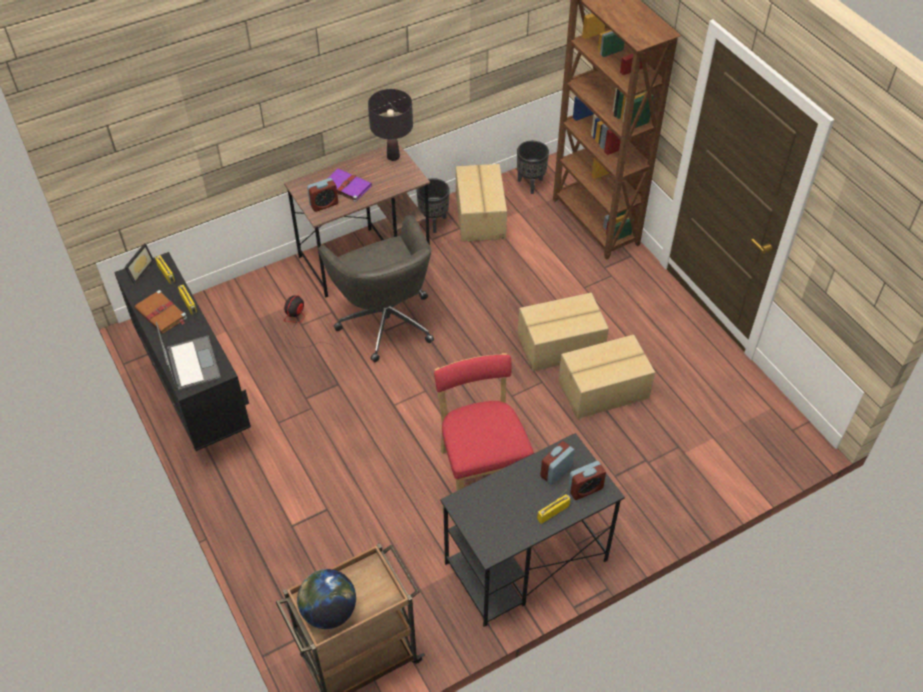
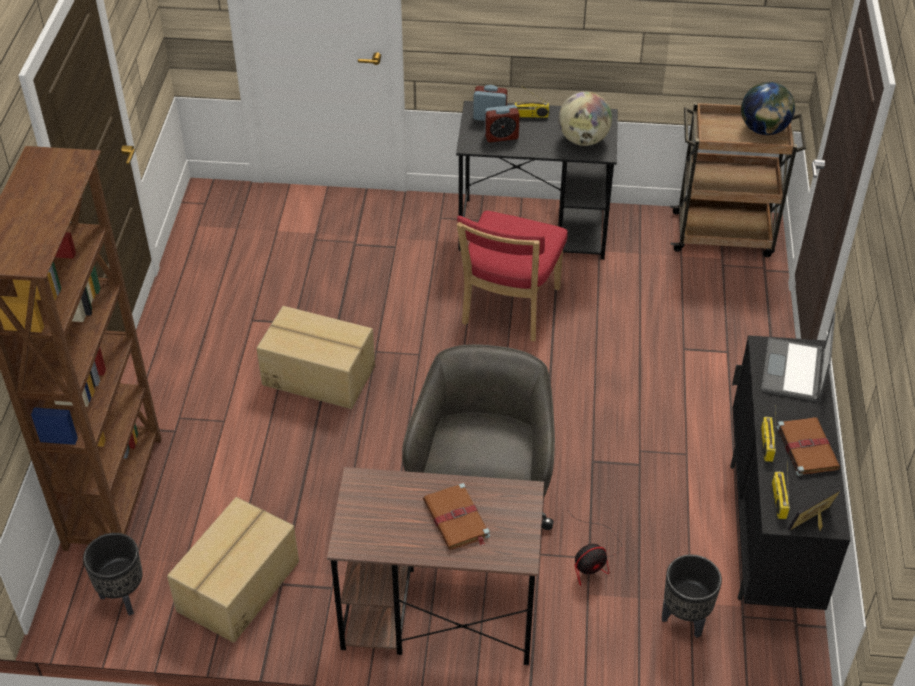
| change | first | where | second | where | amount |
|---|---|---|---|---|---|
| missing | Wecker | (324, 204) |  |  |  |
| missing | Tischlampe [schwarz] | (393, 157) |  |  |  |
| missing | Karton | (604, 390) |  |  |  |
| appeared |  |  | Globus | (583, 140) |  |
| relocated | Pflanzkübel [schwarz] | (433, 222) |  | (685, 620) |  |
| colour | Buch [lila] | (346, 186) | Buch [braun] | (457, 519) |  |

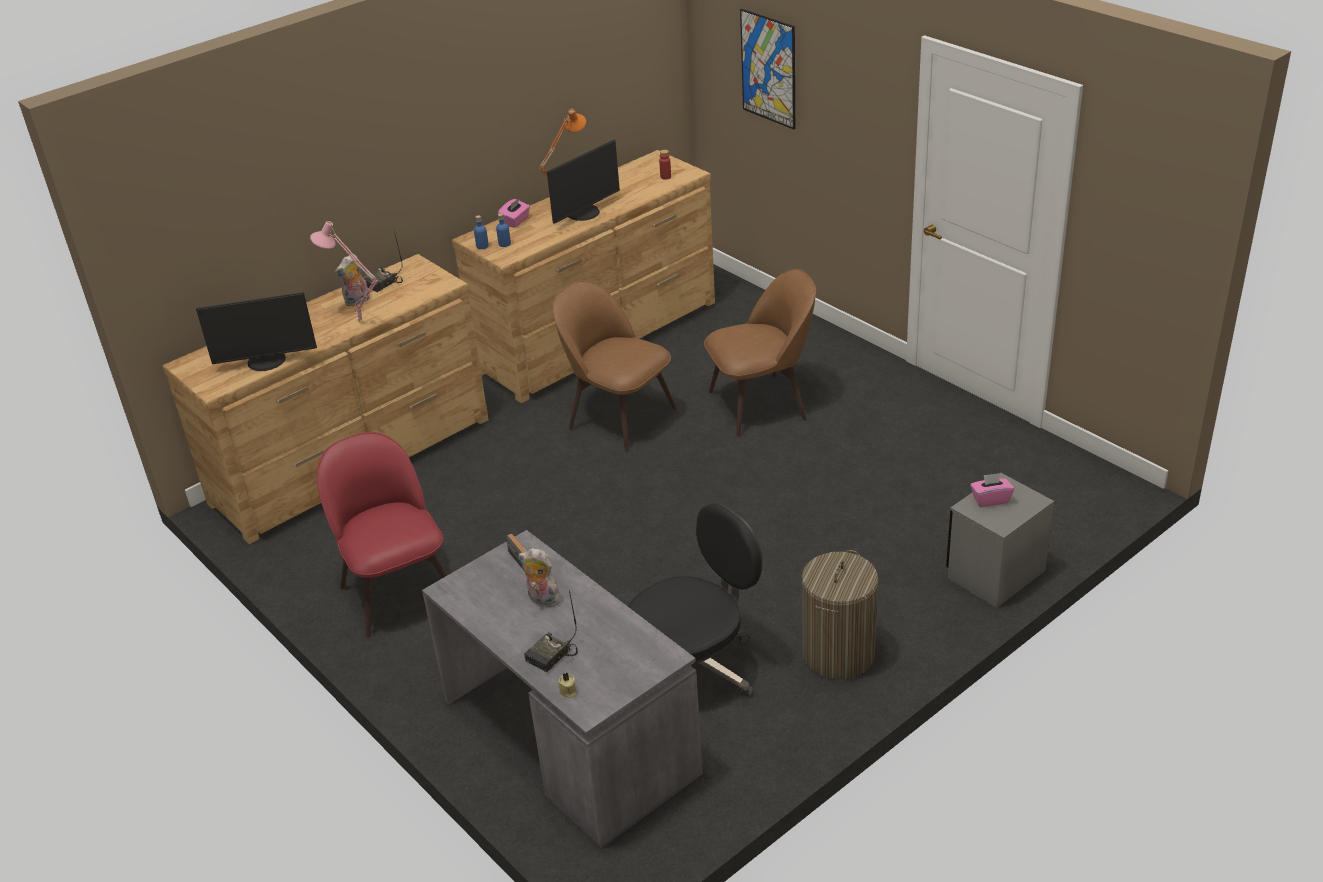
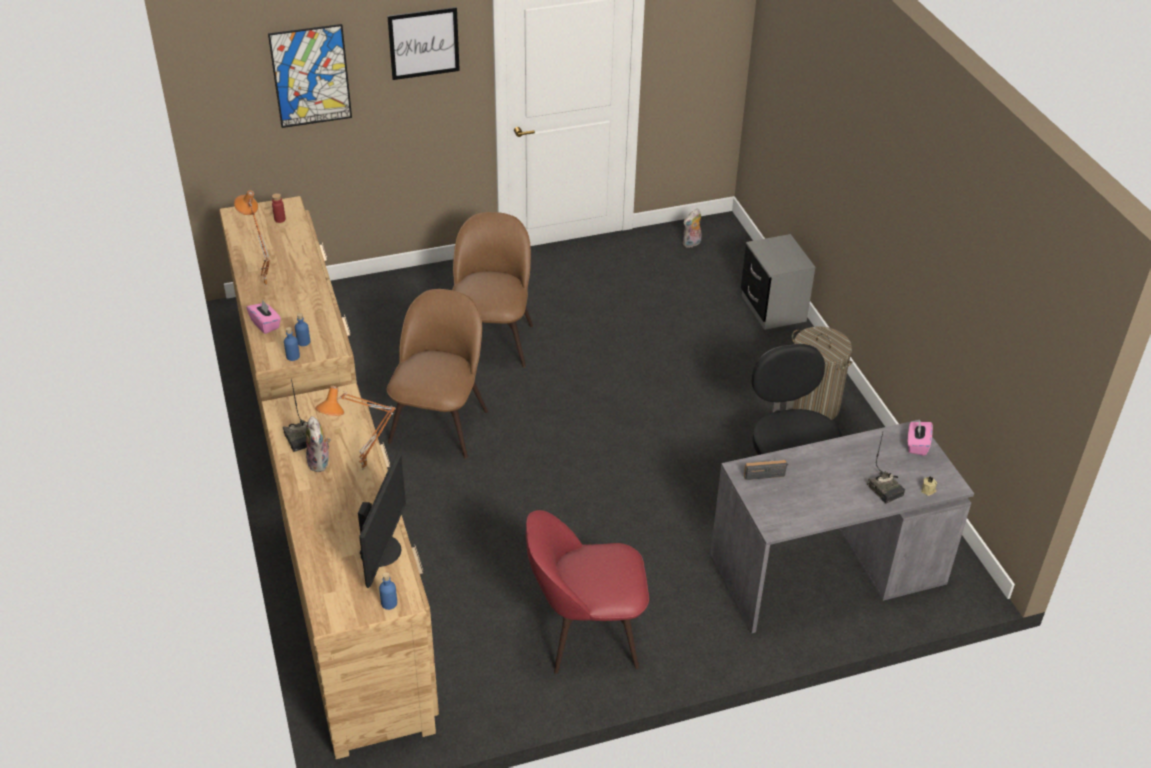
| change | first | where | second | where | amount |
|---|---|---|---|---|---|
| missing | Monitor | (584, 213) |  |  |  |
| appeared |  |  | Flasche [blau] | (389, 603) |  |
| appeared |  |  | Bild | (424, 43) |  |
| relocated | Plüschtier | (541, 600) |  | (691, 244) |  |
| relocated | Taschentuchbox [rosa] | (990, 499) |  | (917, 445) |  |
| colour | Tischlampe [rosa] | (358, 323) | Tischlampe [orange] | (364, 470) |  |
| spun | Stuhl [braun] | (618, 417) |  | (440, 423) | 135 degrees clockwise |

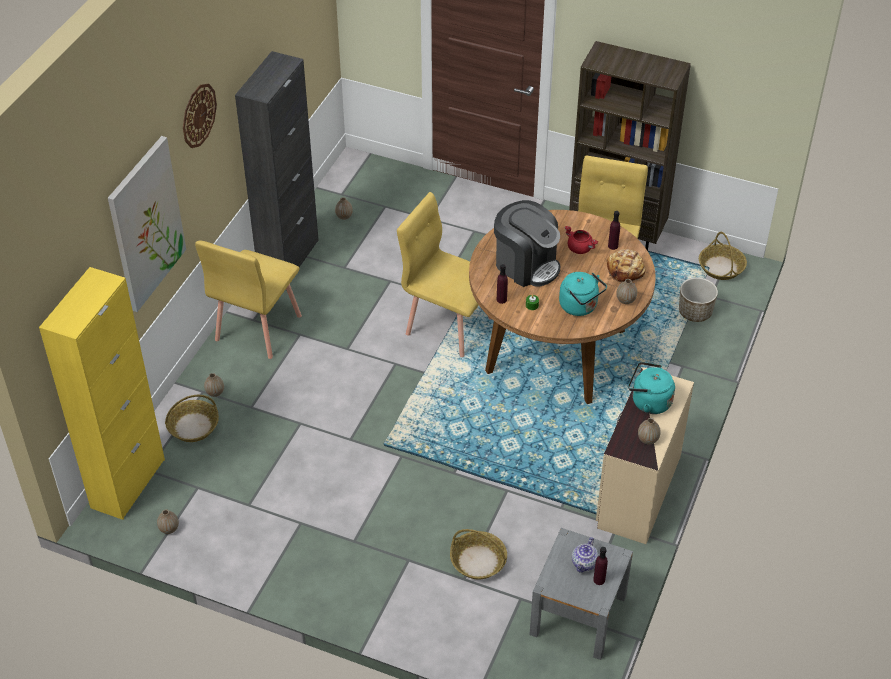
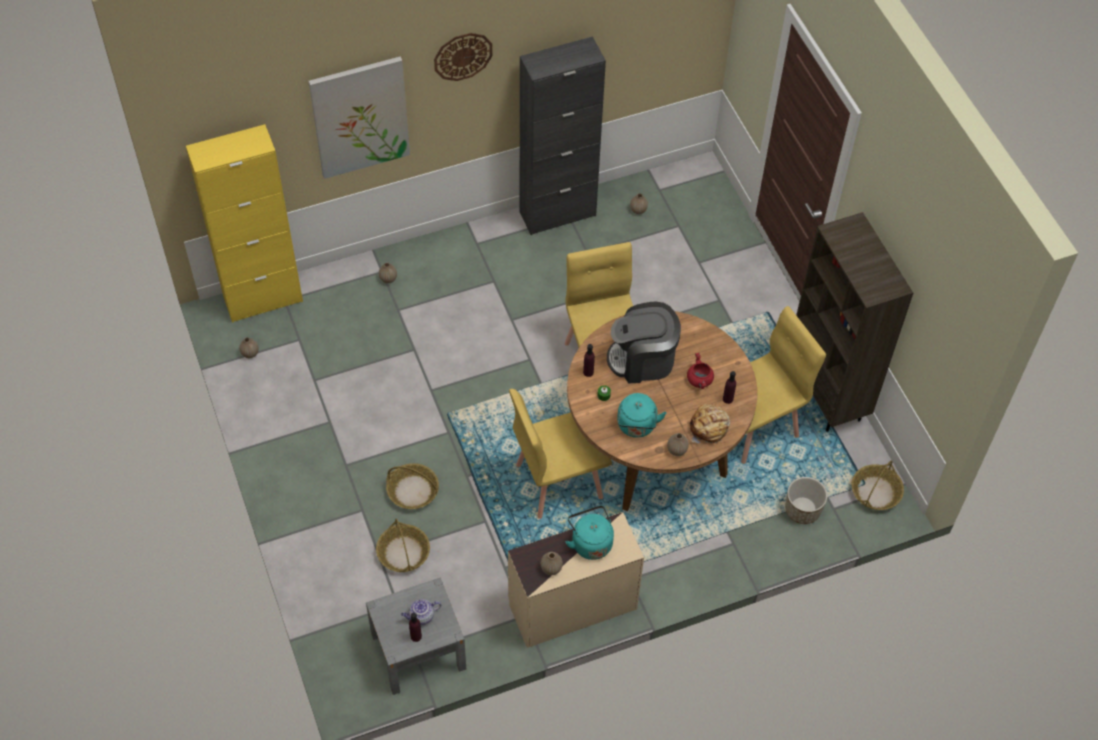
| change | first | where | second | where | amount |
|---|---|---|---|---|---|
| relocated | Korb | (193, 427) |  | (412, 491) |  |
| relocated | Stuhl [gelb] | (257, 328) |  | (558, 481) |  |
| spun | Kaffeemaschine | (526, 265) |  | (642, 360) | 90 degrees clockwise |

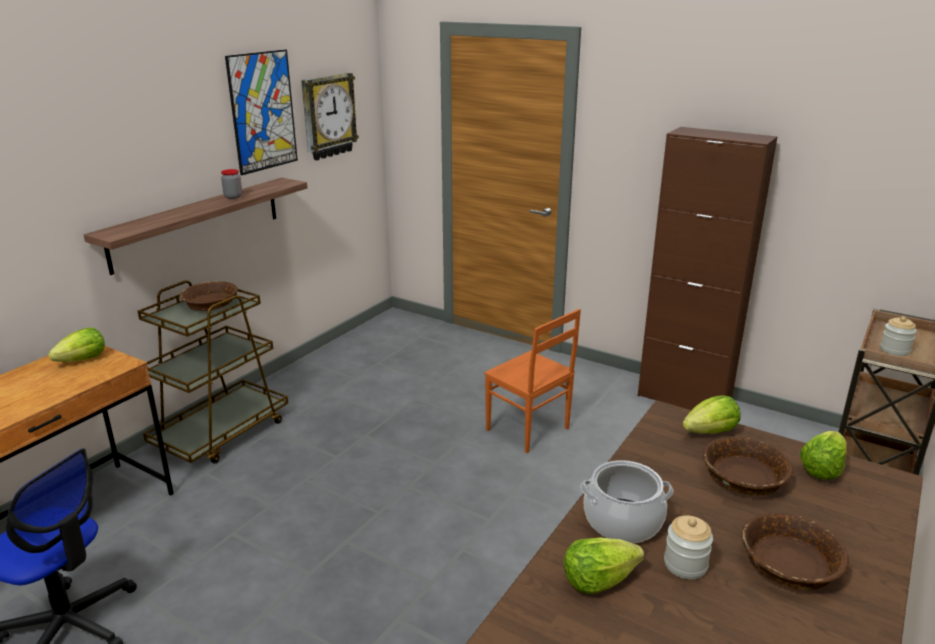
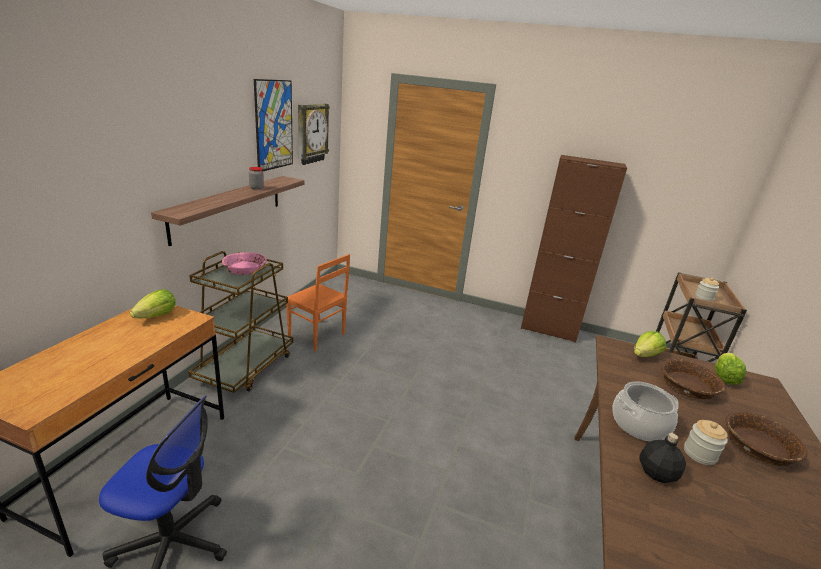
| change | first | where | second | where | amount |
|---|---|---|---|---|---|
| relocated | Stuhl [orange] | (527, 430) |  | (316, 336) |  |
| exchanged | Salatkopf | (597, 580) | Flasche [schwarz] | (656, 473) |  |
| colour | Schüssel [braun] | (211, 305) | Schüssel [rosa] | (245, 270) |  |

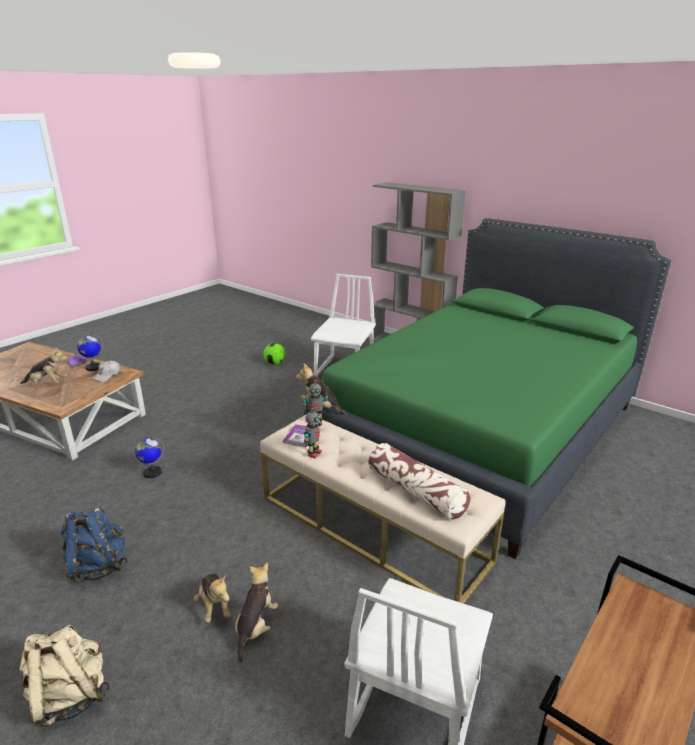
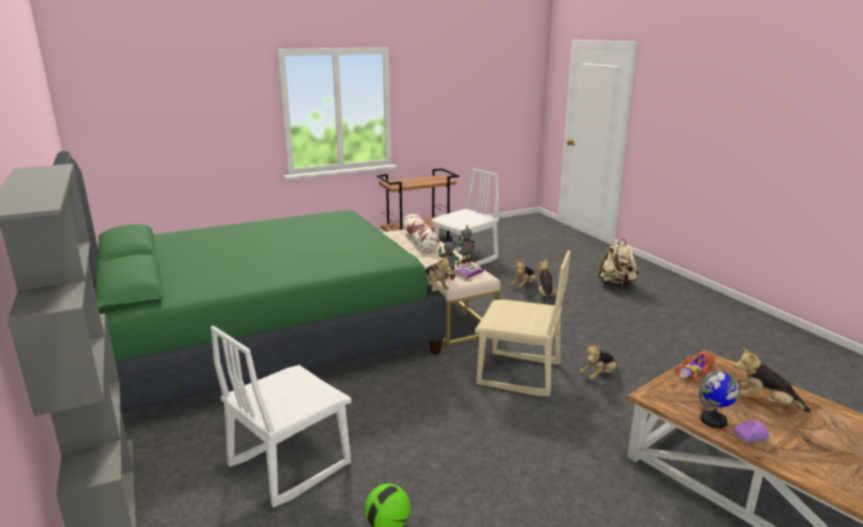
| change | first | where | second | where | amount |
|---|---|---|---|---|---|
| missing | Rucksack [blau] | (98, 566) |  |  |  |
| missing | Kappe [weiß] | (107, 375) |  |  |  |
| appeared |  |  | Stuhl [beige] | (519, 375) |  |
| appeared |  |  | Spielzeugauto | (694, 372) |  |
| exchanged | Globus | (152, 473) | Plüschtier | (599, 375) |  |

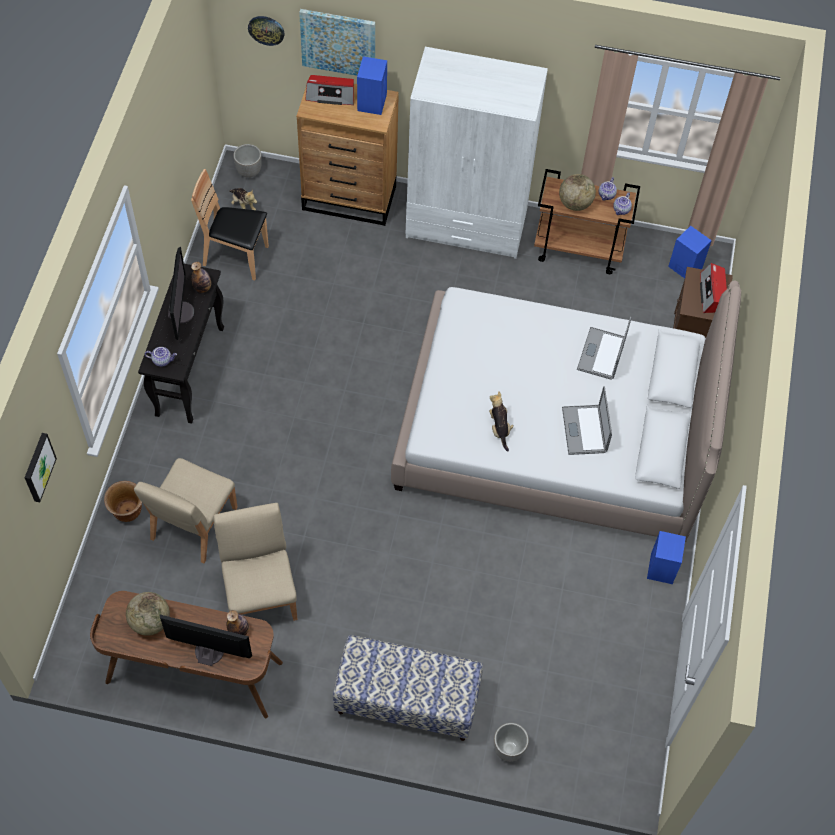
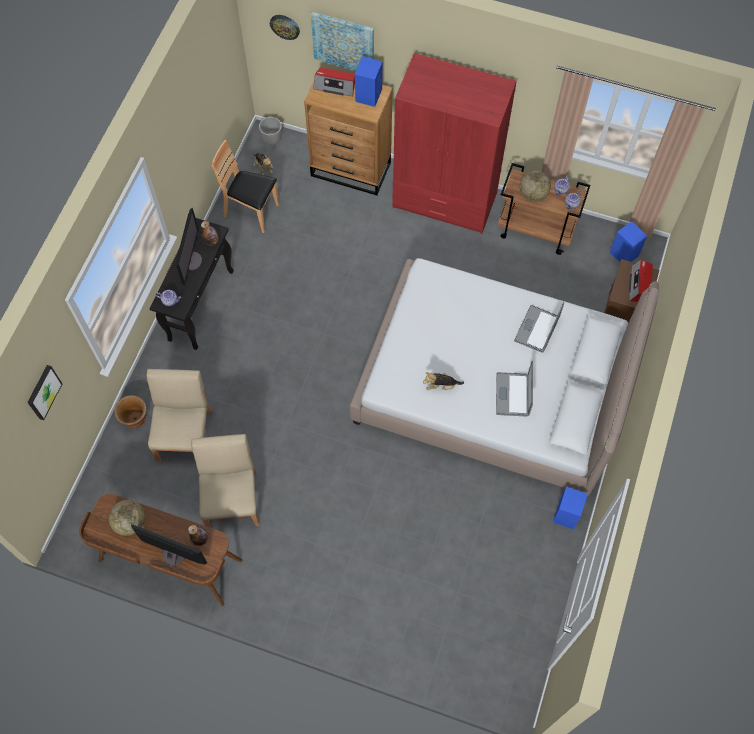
| change | first | where | second | where | amount |
|---|---|---|---|---|---|
| missing | Bank | (406, 701) |  |  |  |
| missing | Pflanzkübel | (508, 749) |  |  |  |
| colour | Kleiderschrank [weiß] | (466, 225) | Kleiderschrank [rot] | (445, 201) |  |
| spun | Stuhl [beige] | (193, 524) |  | (186, 435) | 150 degrees clockwise |
| spun | Plüschtier | (499, 428) |  | (441, 385) | 90 degrees counterclockwise |

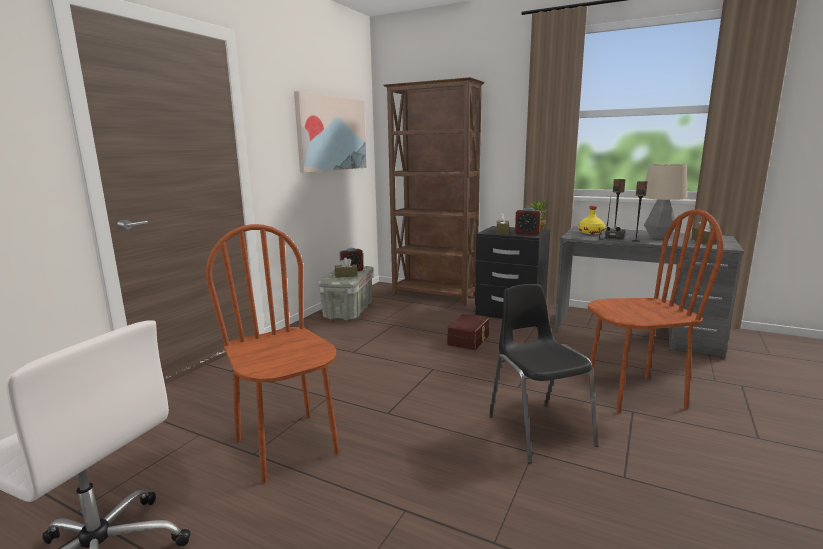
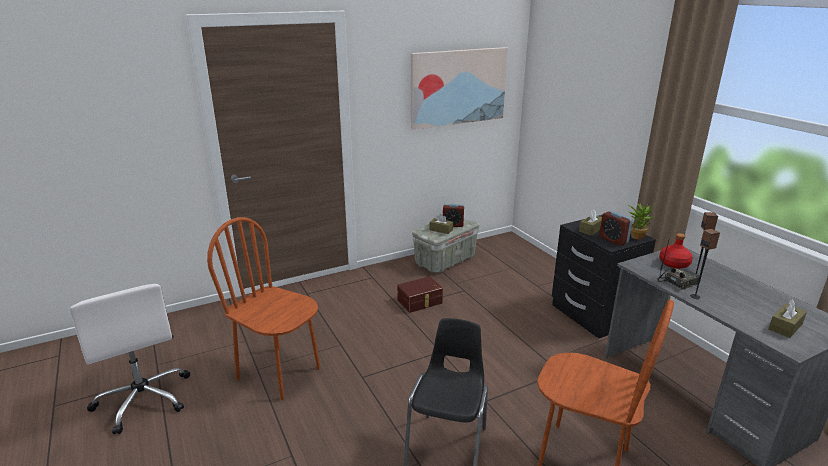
| change | first | where | second | where | amount |
|---|---|---|---|---|---|
| missing | Bücherregal [braun] | (434, 296) |  |  |  |
| missing | Tischlampe | (658, 237) |  |  |  |
| relocated | Aufbewahrungsbox [braun] | (469, 340) |  | (420, 302) |  |
| colour | Flasche [gelb] | (591, 232) | Flasche [rot] | (674, 264) |  |
| spun | Stuhl [braun] | (287, 446) |  | (279, 373) | 60 degrees counterclockwise |

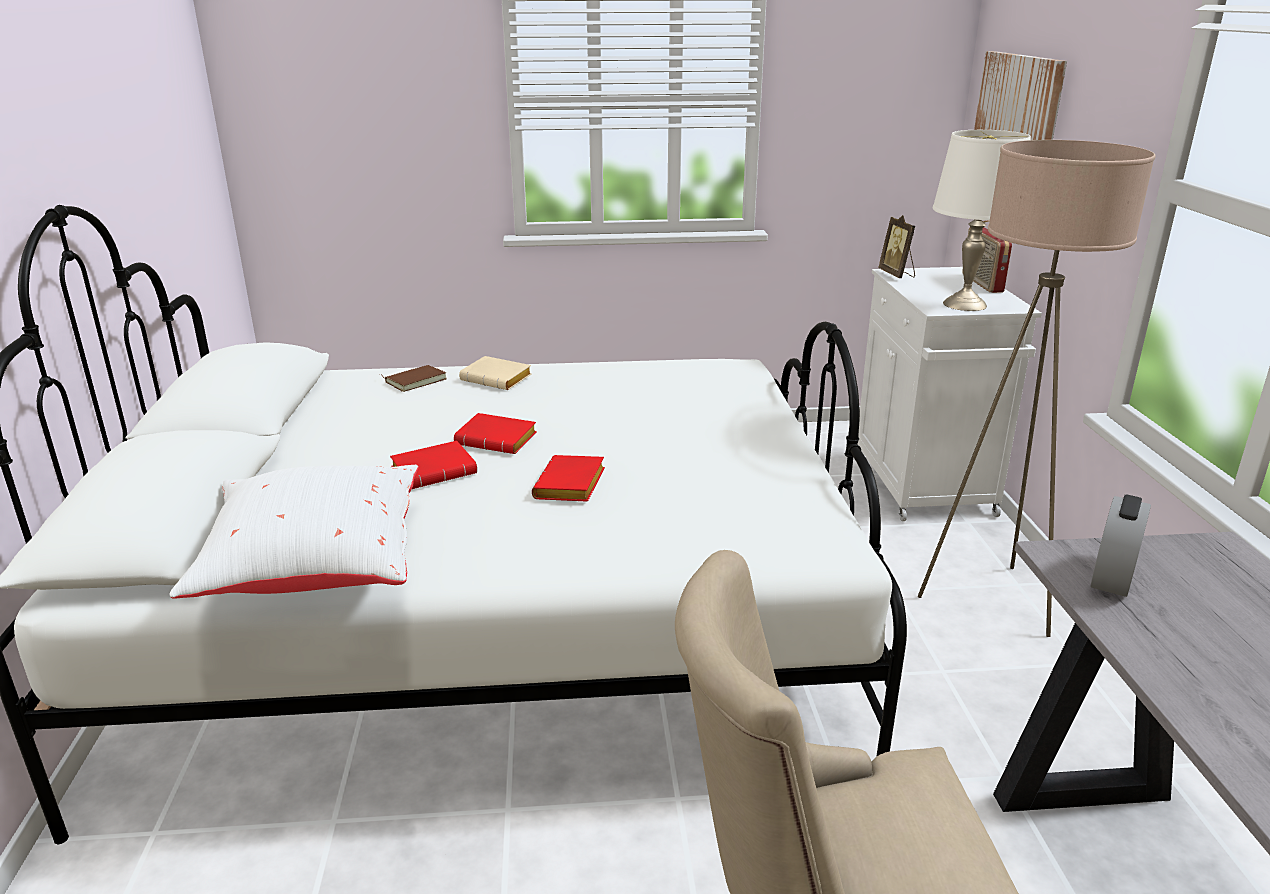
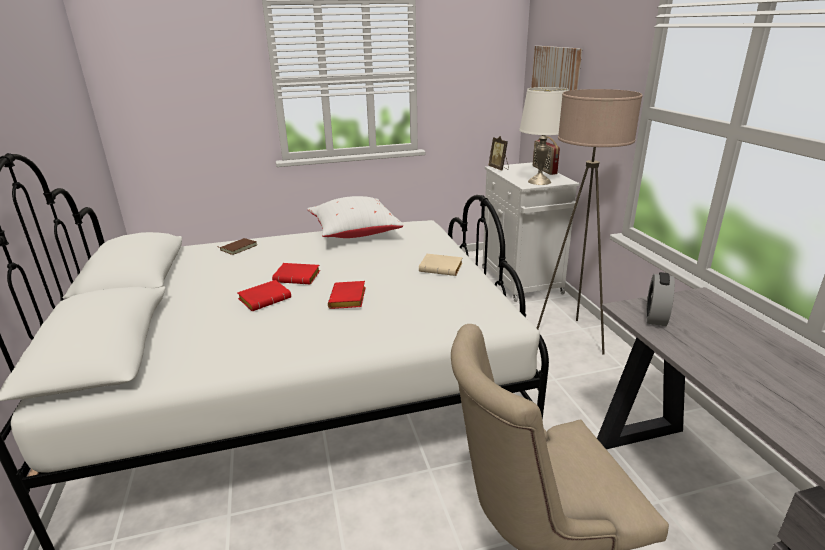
| change | first | where | second | where | amount |
|---|---|---|---|---|---|
| relocated | Kissen [weiß] | (314, 565) |  | (354, 233) |  |
| relocated | Buch [beige] | (498, 379) |  | (442, 268) |  |

